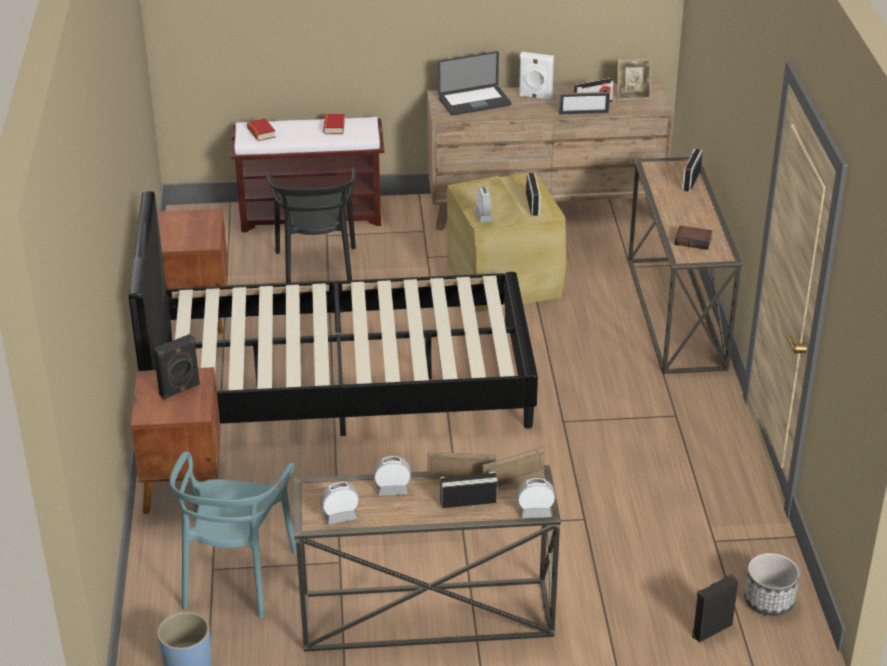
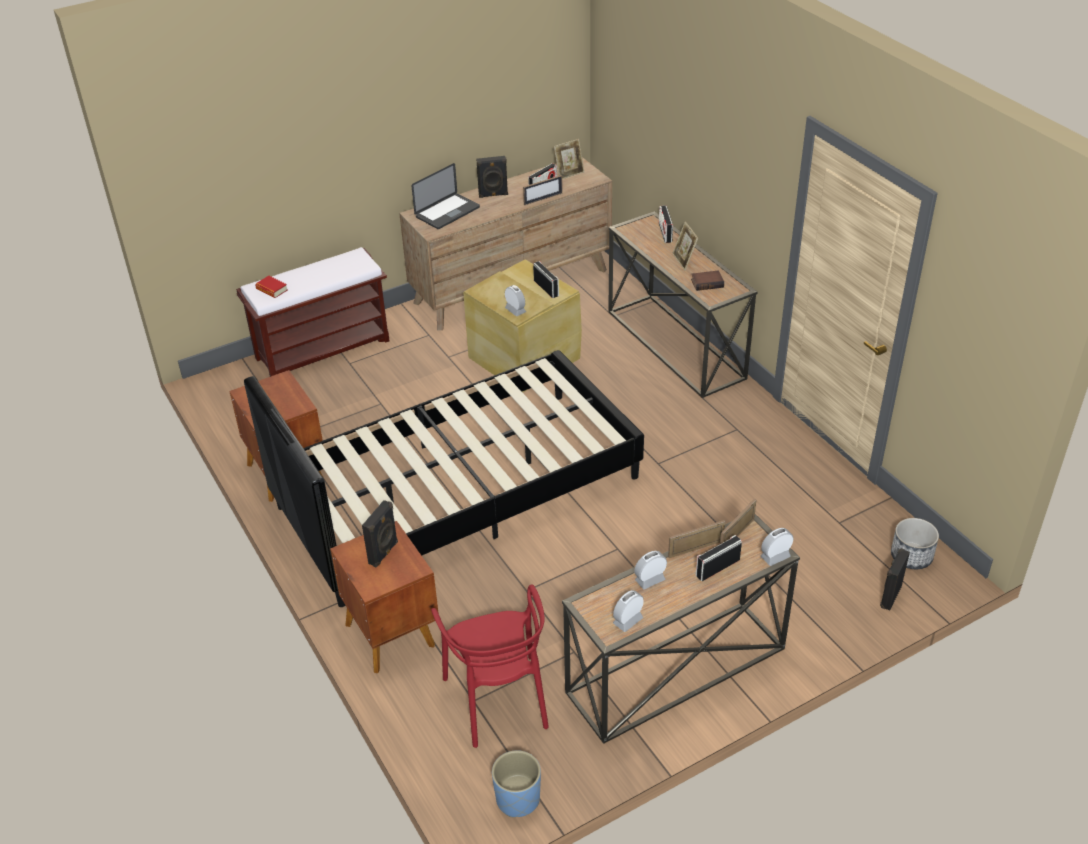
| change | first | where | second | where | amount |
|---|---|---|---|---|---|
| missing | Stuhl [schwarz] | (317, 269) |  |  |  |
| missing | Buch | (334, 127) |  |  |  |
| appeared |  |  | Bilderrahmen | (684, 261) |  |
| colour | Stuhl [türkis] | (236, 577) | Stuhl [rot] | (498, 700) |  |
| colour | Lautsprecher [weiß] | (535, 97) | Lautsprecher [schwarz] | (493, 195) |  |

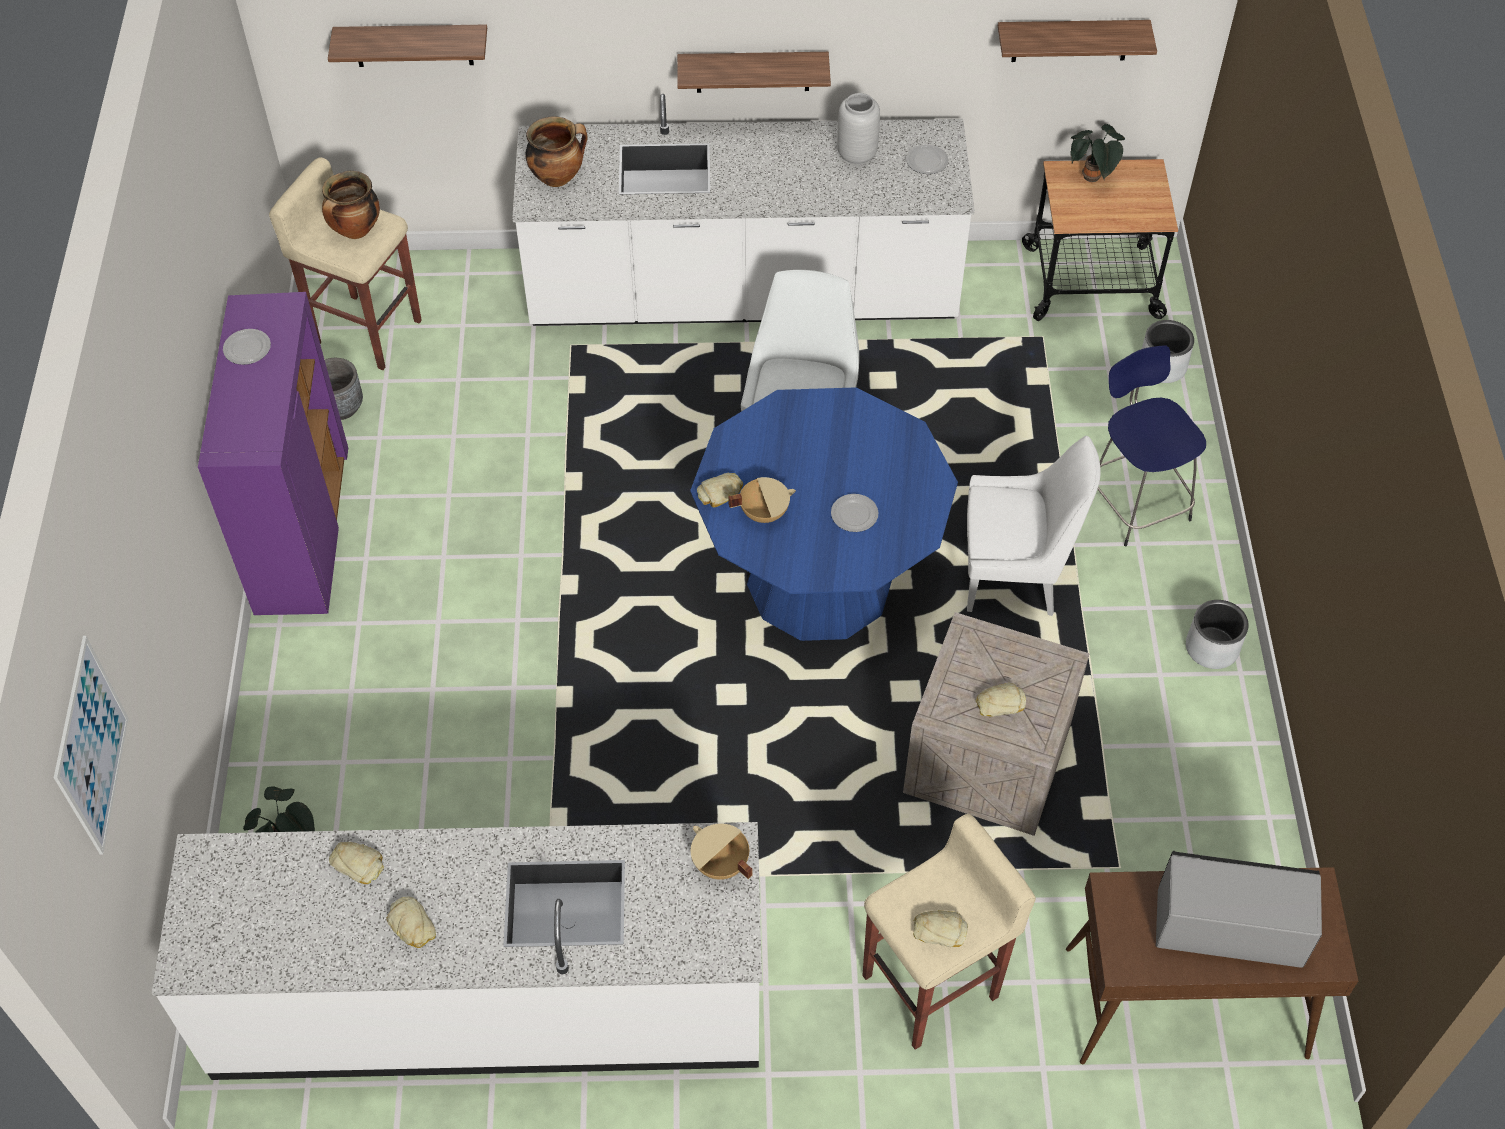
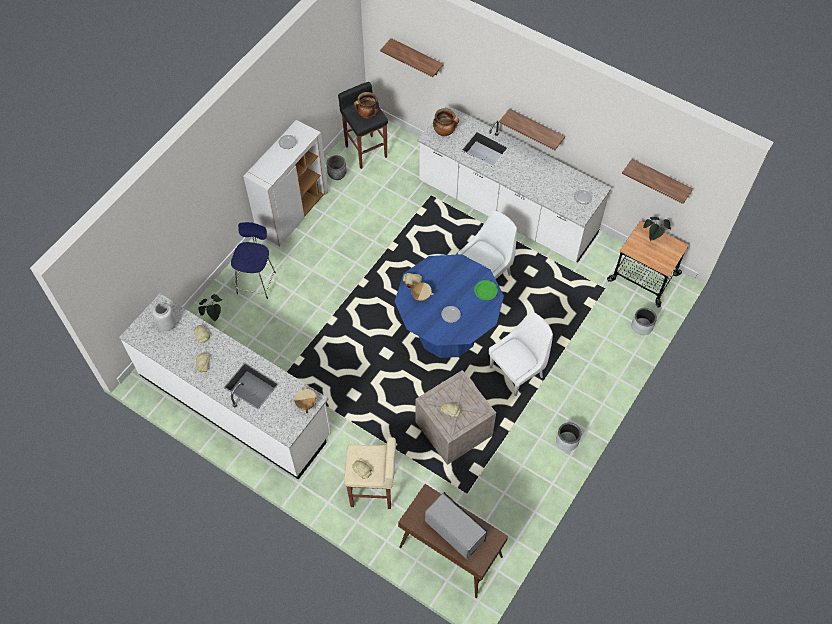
| change | first | where | second | where | amount |
|---|---|---|---|---|---|
| missing | Bild | (91, 746) |  |  |  |
| appeared |  |  | Teller [grün] | (485, 291) |  |
| relocated | Vase [grau] | (857, 154) |  | (168, 324) |  |
| relocated | Hocker [blau] | (1136, 502) |  | (256, 281) |  |
| colour | Schrank [lila] | (302, 531) | Schrank [weiß] | (293, 212) |  |
| colour | Hocker [beige] | (367, 330) | Hocker [schwarz] | (366, 151) |  |
| spun | Stuhl [weiß] | (1014, 575) |  | (518, 371) | 75 degrees counterclockwise |

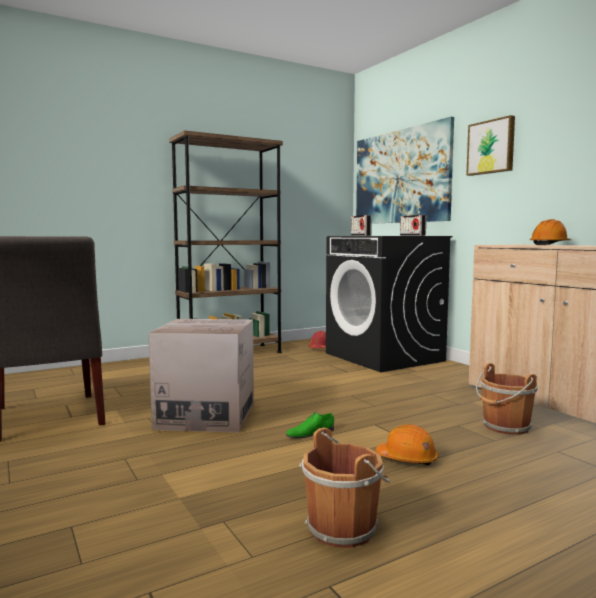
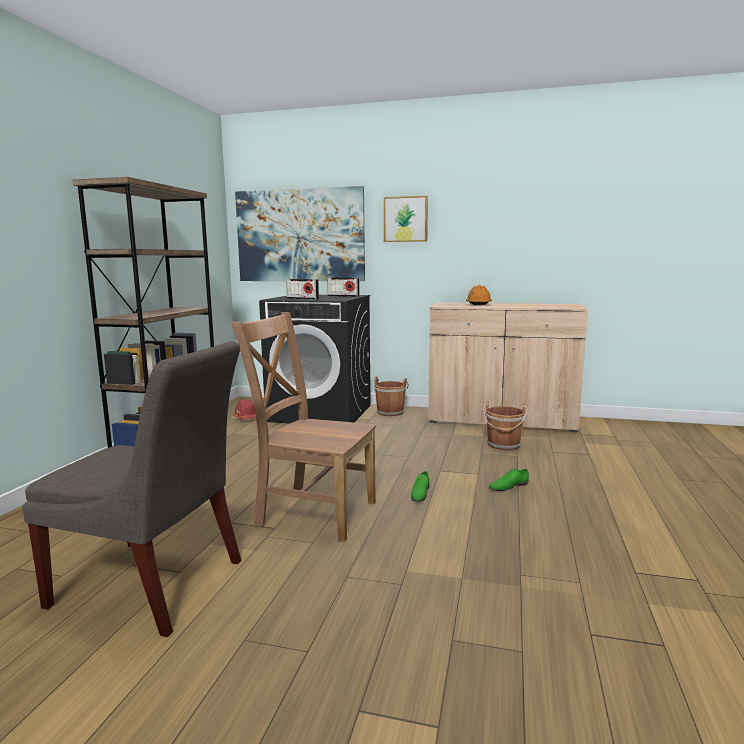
| change | first | where | second | where | amount |
|---|---|---|---|---|---|
| relocated | Eimer [braun] | (344, 527) |  | (390, 412) |  |
| exchanged | Karton | (206, 415) | Stuhl [braun] | (312, 512) |  |
| exchanged | Schutzhelm [orange] | (407, 459) | Schuh [grün] | (508, 486) |  |

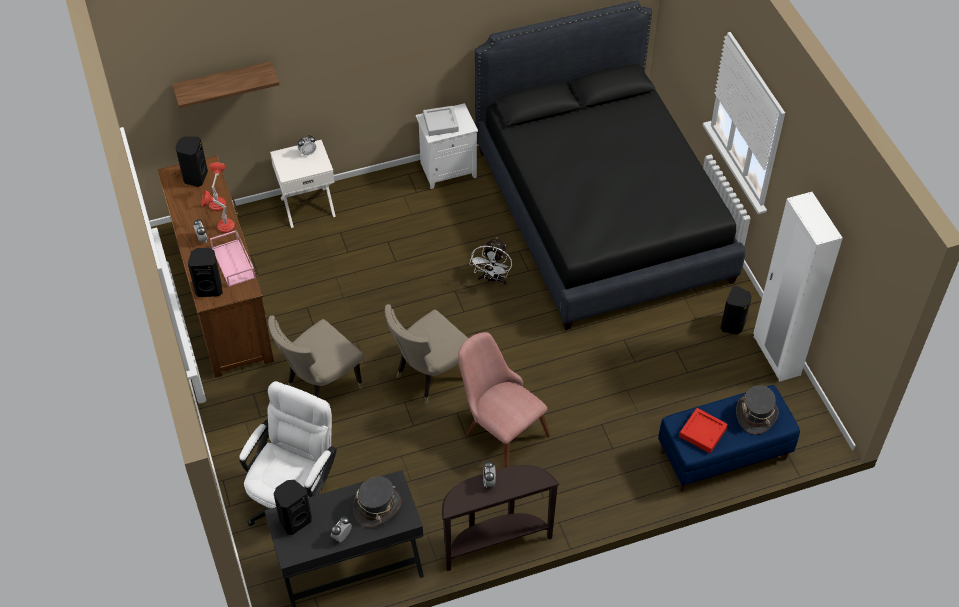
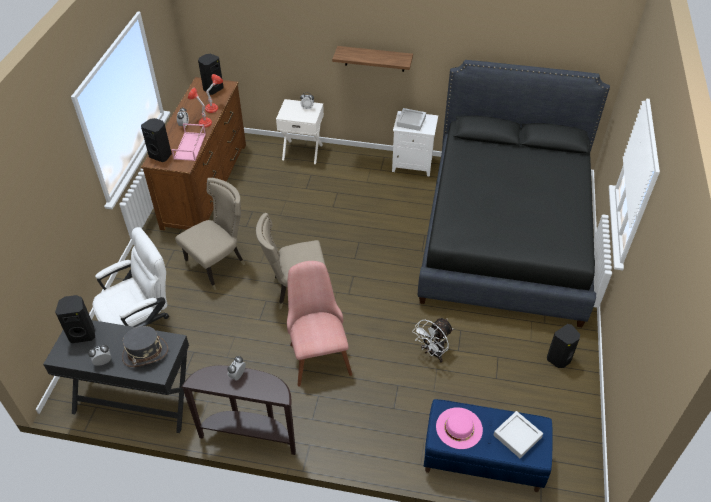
| change | first | where | second | where | amount |
|---|---|---|---|---|---|
| missing | Kleiderschrank [weiß] | (776, 356) |  |  |  |
| relocated | Wandregal | (223, 82) |  | (374, 59) |  |
| relocated | Ventilator [weiß] | (492, 279) |  | (432, 353) |  |
| exchanged | Tablett [rot] | (702, 432) | Hut [rosa] | (459, 428) |  |
| exchanged | Hut [grau] | (756, 415) | Tablett [grau] | (517, 436) |  |
| spun | Stuhl [beige] | (320, 387) |  | (219, 265) | 150 degrees clockwise |

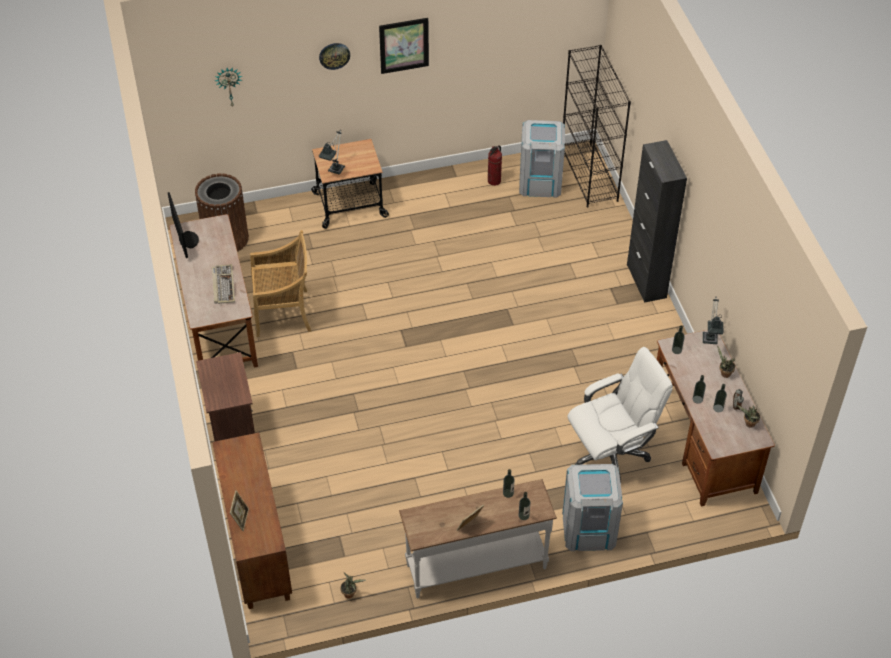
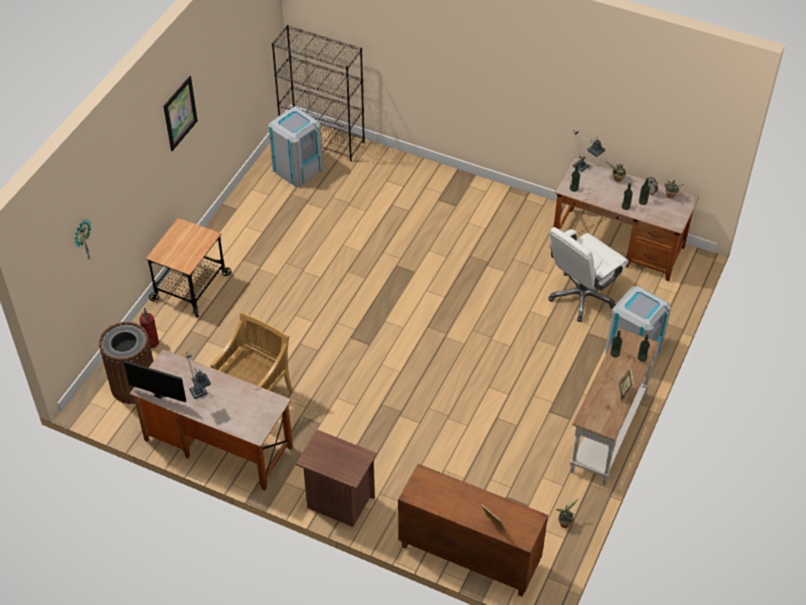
| change | first | where | second | where | amount |
|---|---|---|---|---|---|
| missing | Tastatur | (223, 285) |  |  |  |
| missing | Wanduhr | (334, 55) |  |  |  |
| missing | Schrank [schwarz] | (646, 281) |  |  |  |
| relocated | Tischlampe | (334, 172) |  | (200, 395) |  |
| relocated | Feuerlöscher | (494, 181) |  | (152, 343) |  |
| spun | Bürostuhl [weiß] | (611, 453) |  | (582, 296) | 150 degrees counterclockwise |

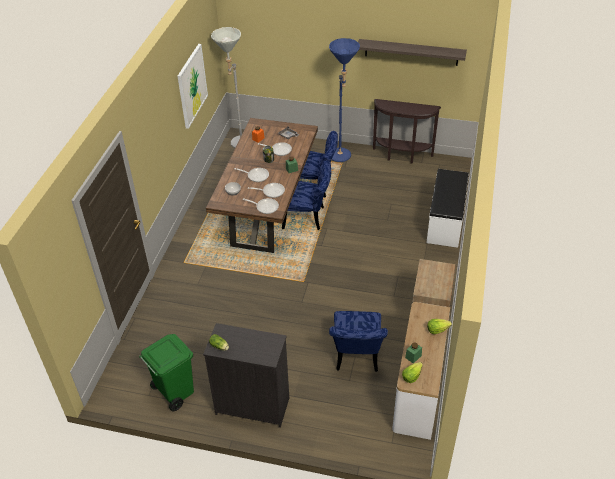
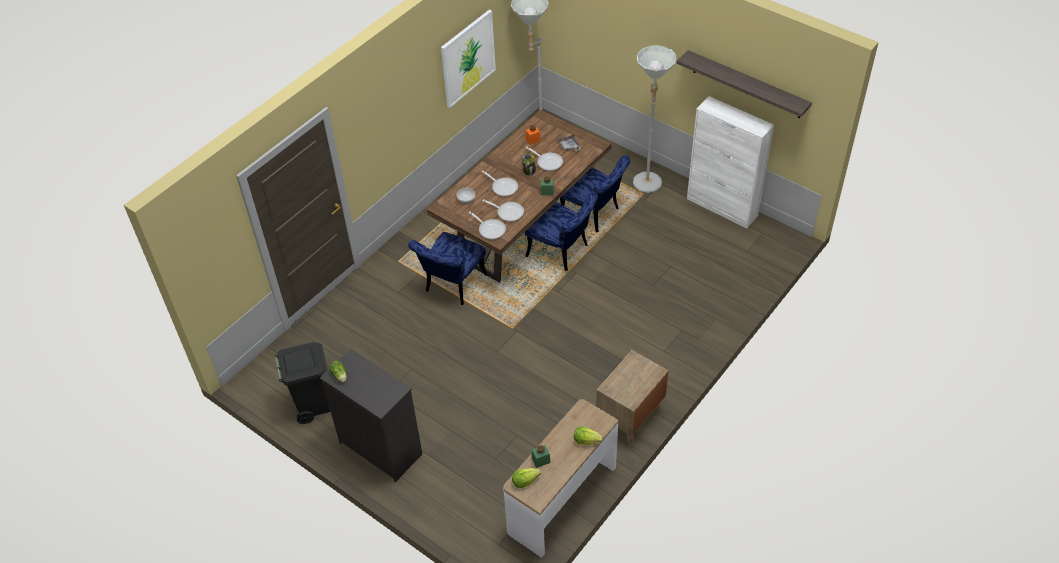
| change | first | where | second | where | amount |
|---|---|---|---|---|---|
| missing | Bank [weiß] | (446, 221) |  |  |  |
| relocated | Stuhl [blau] | (356, 358) |  | (452, 286) |  |
| exchanged | Konsolentisch [braun] | (402, 156) | Schrank [weiß] | (722, 207) |  |
| colour | Mülleimer [grün] | (174, 392) | Mülleimer [schwarz] | (313, 404) |  |
| colour | Stehlampe [blau] | (342, 158) | Stehlampe [grau] | (647, 187) |  |

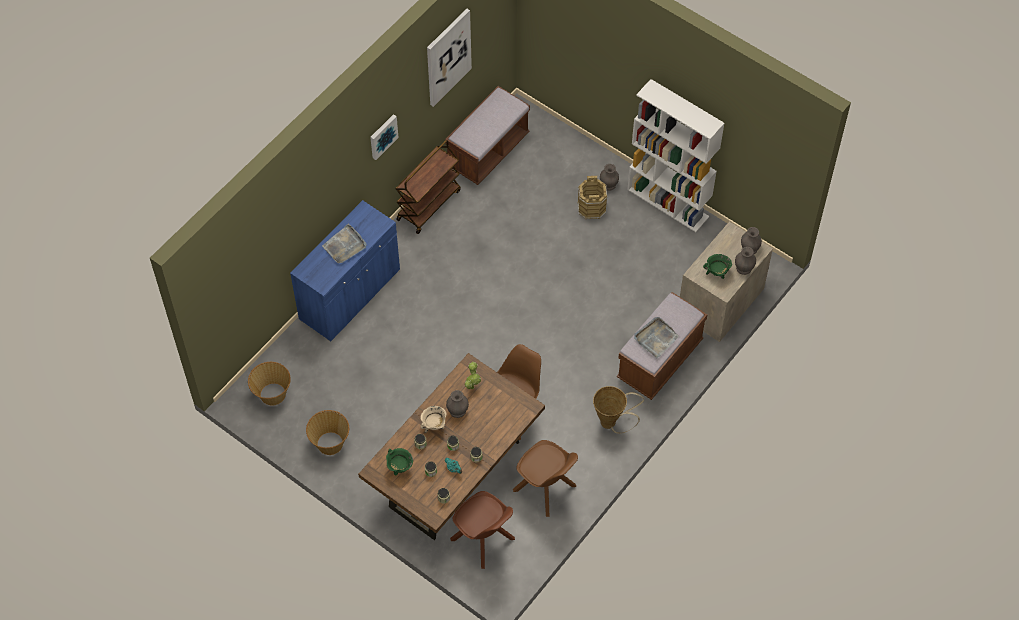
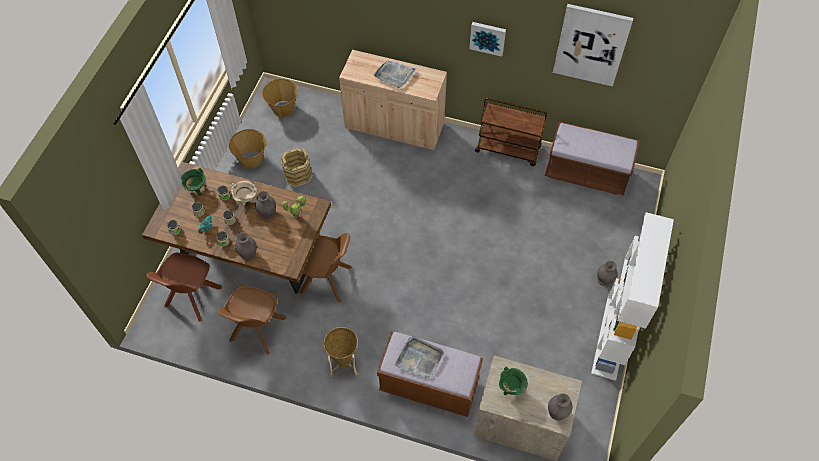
| change | first | where | second | where | amount |
|---|---|---|---|---|---|
| relocated | Eimer [braun] | (591, 208) |  | (298, 176) |  |
| relocated | Vase [grau] | (744, 268) |  | (248, 253) |  |
| colour | Schrank [blau] | (350, 295) | Schrank [beige] | (394, 126) |  |

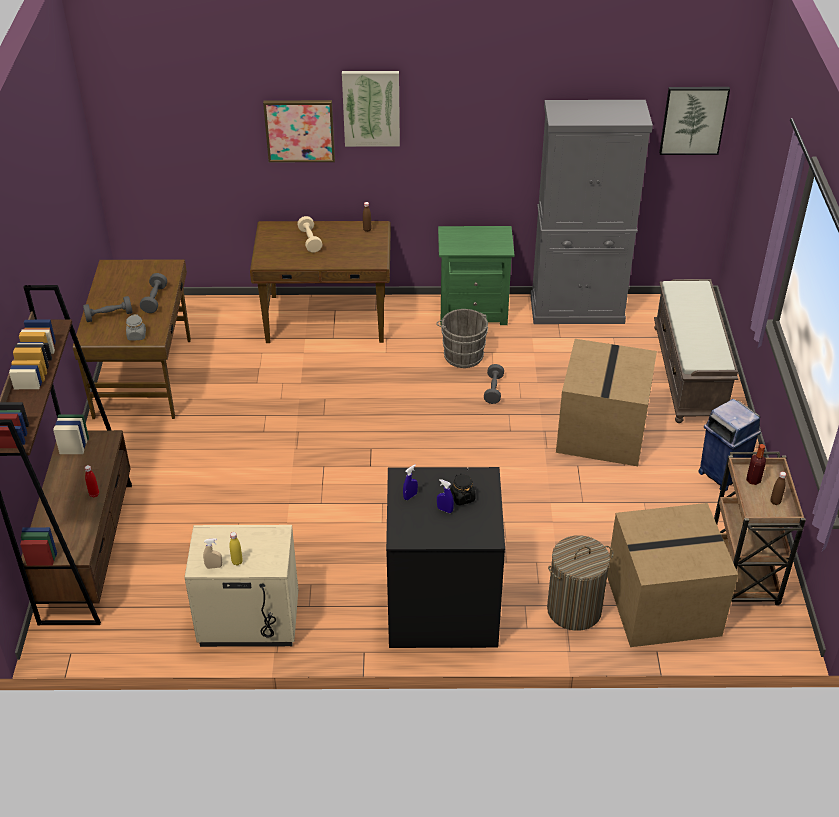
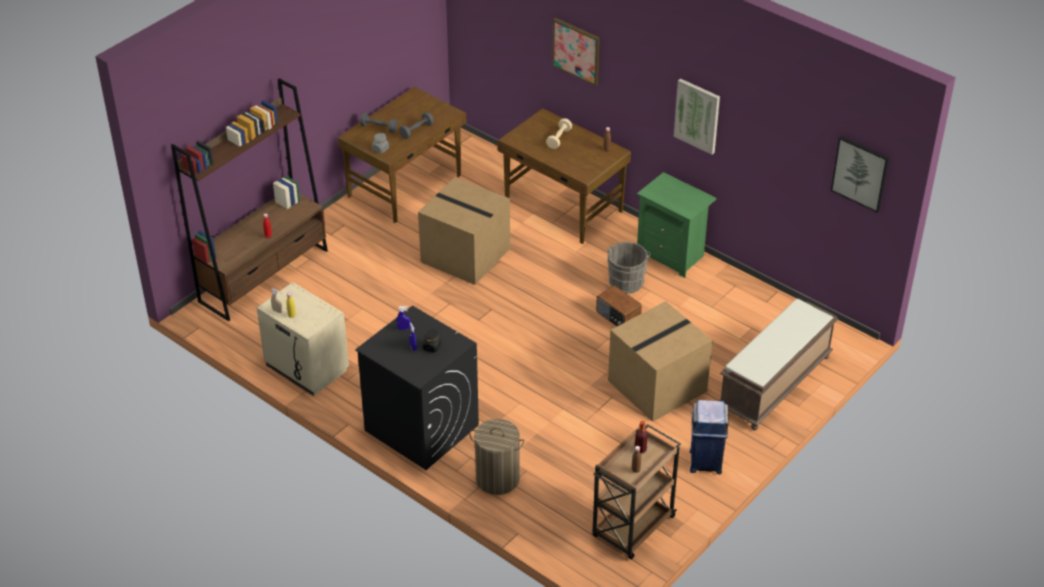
| change | first | where | second | where | amount |
|---|---|---|---|---|---|
| missing | Schrank [grau] | (577, 310) |  |  |  |
| relocated | Bild | (371, 108) |  | (697, 115) |  |
| relocated | Karton | (661, 606) |  | (464, 255) |  |
| exchanged | Hantel [grau] | (493, 390) | Radio | (618, 316) |  |

